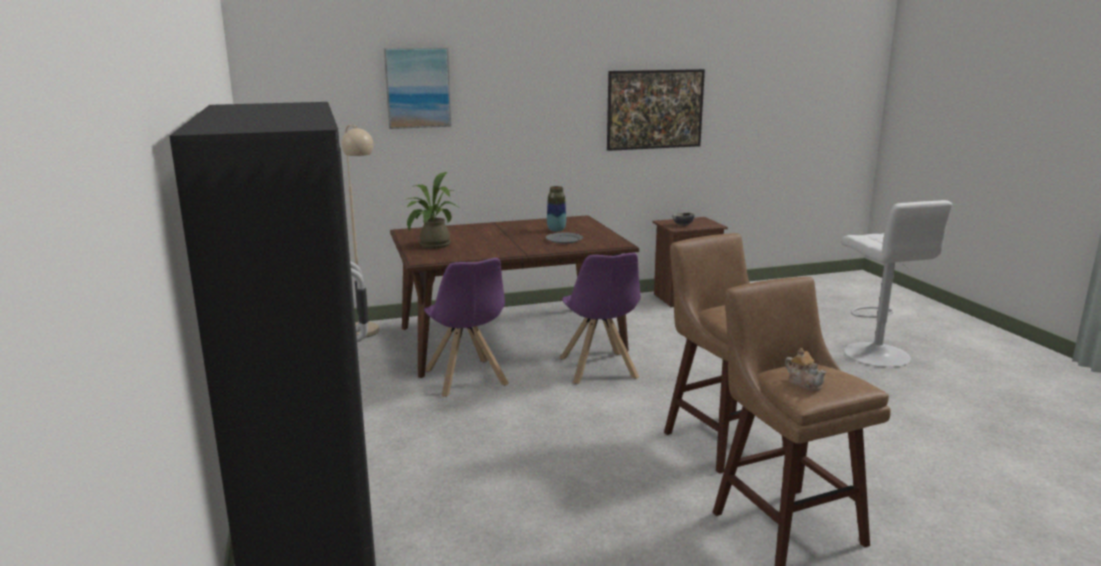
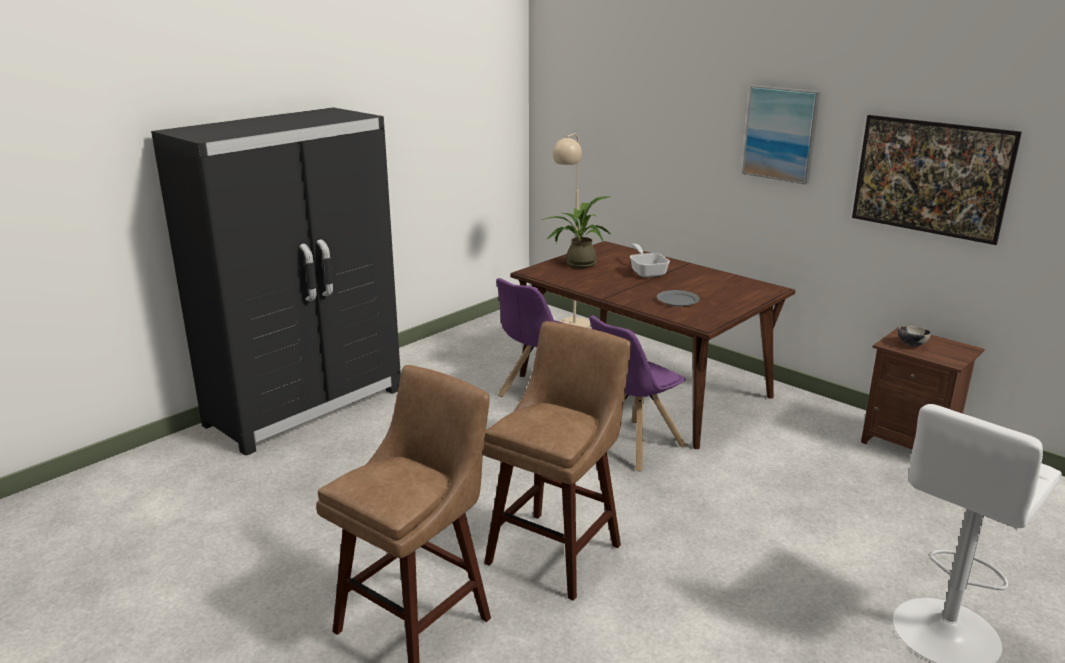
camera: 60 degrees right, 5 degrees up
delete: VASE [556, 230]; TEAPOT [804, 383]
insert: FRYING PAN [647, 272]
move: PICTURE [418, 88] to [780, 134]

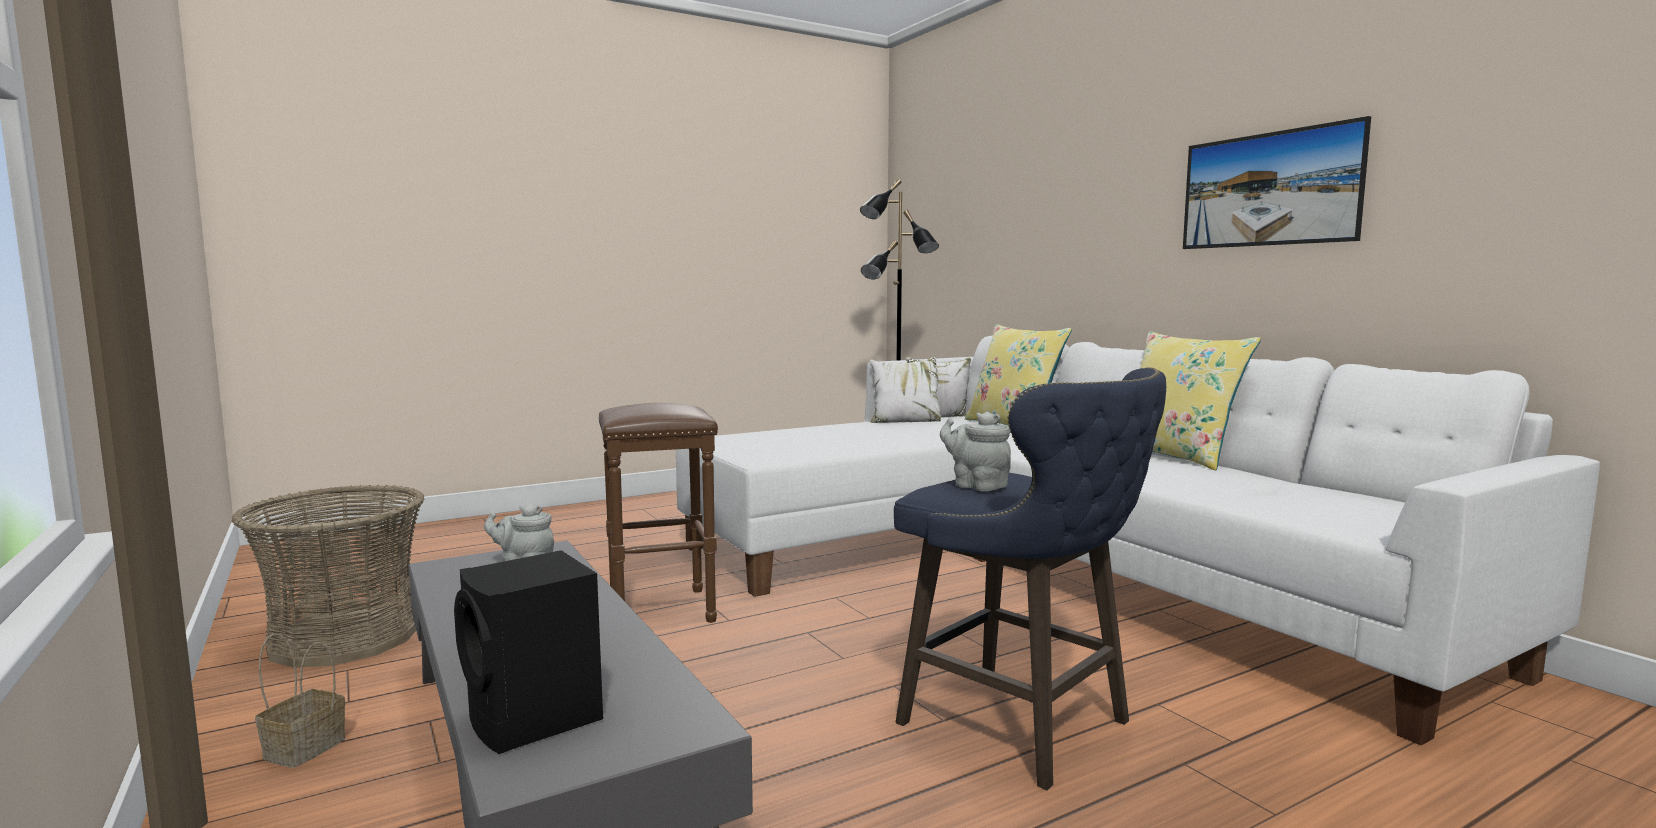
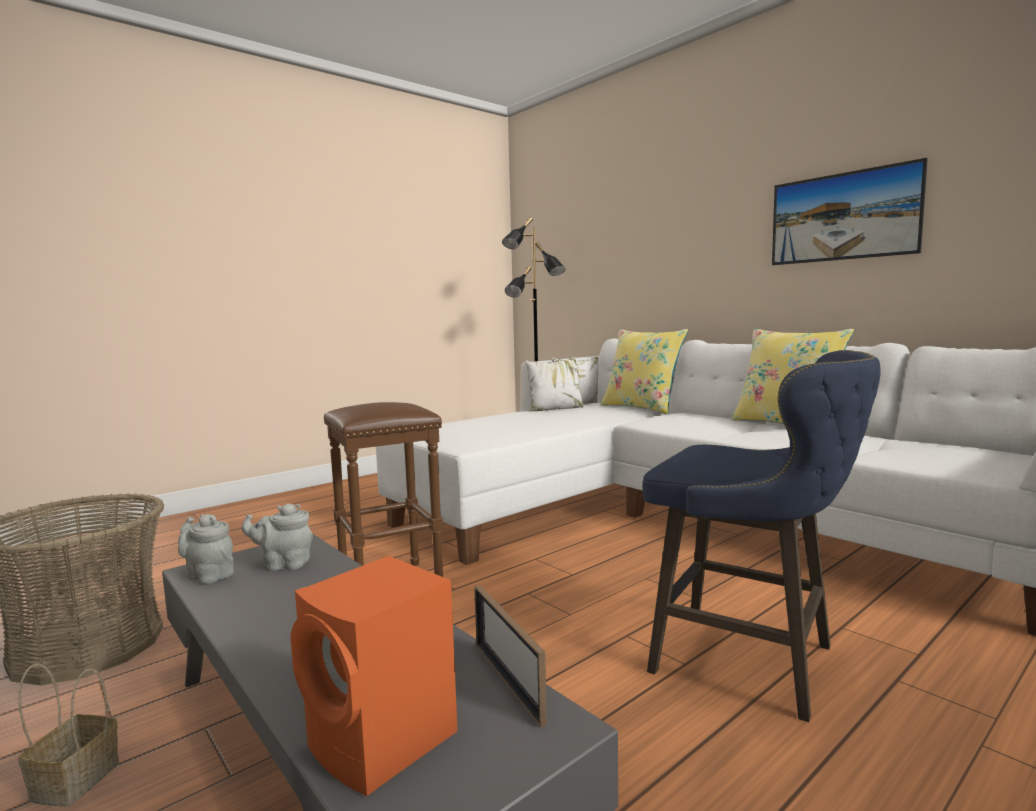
camera: 10 degrees left, 0 degrees up
insert: PICTURE FRAME [508, 681]
move: GREY TEAPOT [976, 485] to [209, 575]
recolor: BLACK SPEAKER [535, 721] to ORANGE SPEAKER [384, 743]

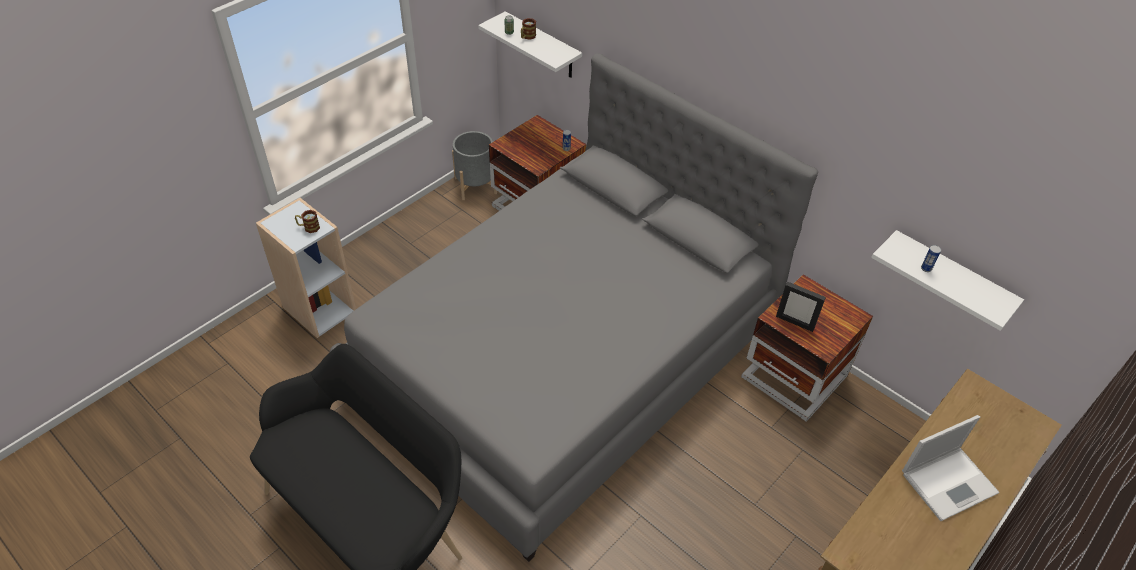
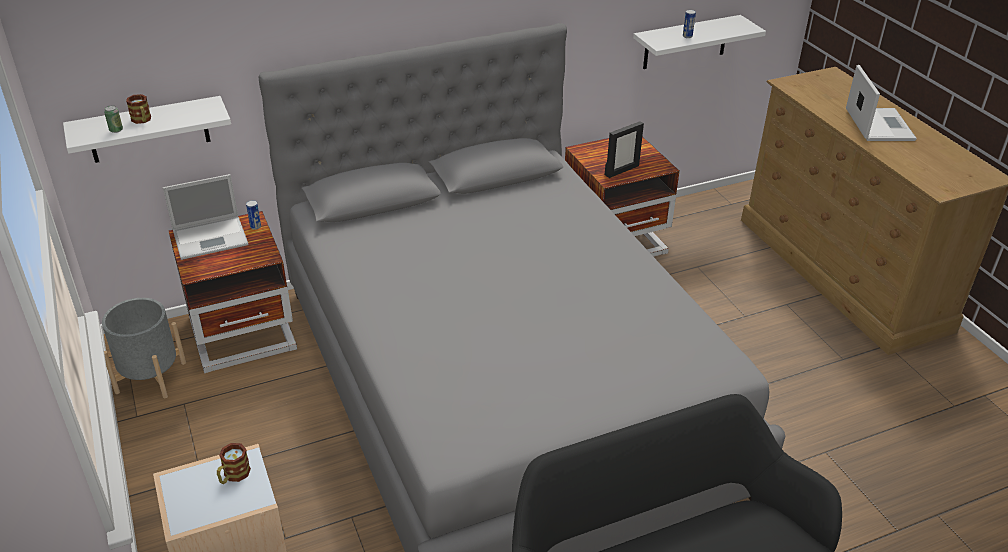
camera: 65 degrees left, 10 degrees down
insert: LAPTOP [212, 237]

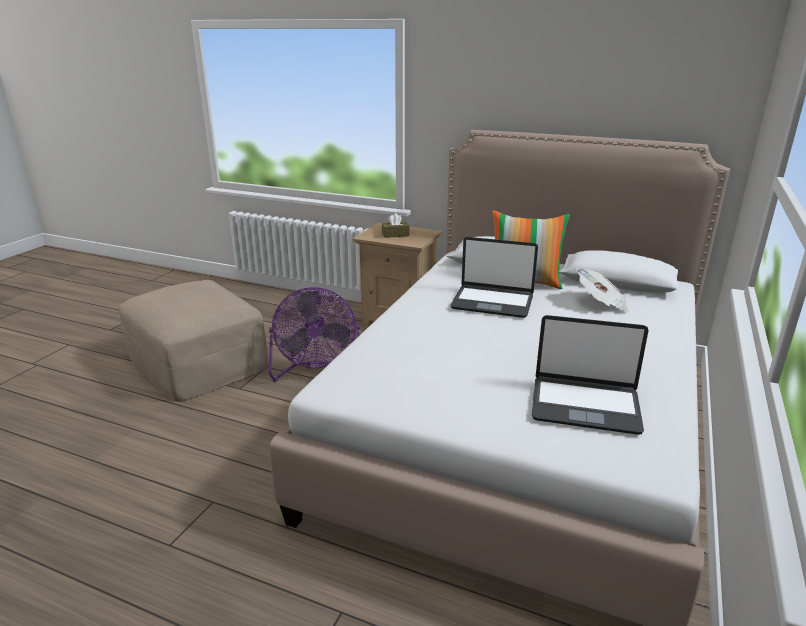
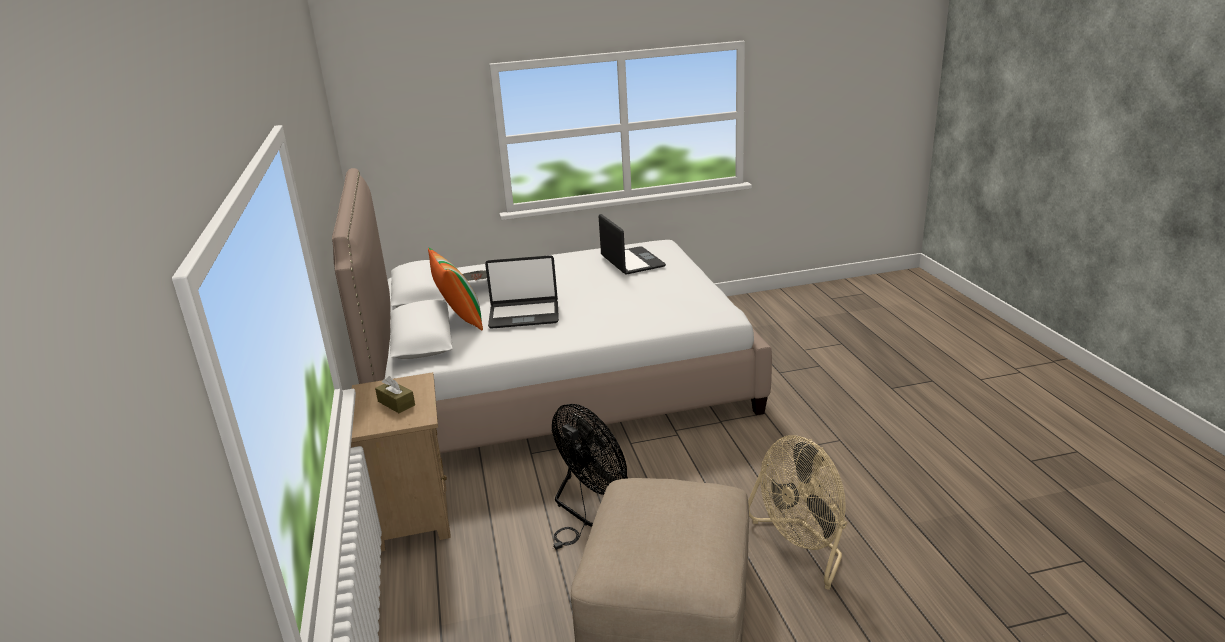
camera: 125 degrees left, 0 degrees up
insert: BEIGE FAN [804, 542]
recolor: PURPLE FAN [315, 370] to BLACK FAN [586, 509]
rotate: LAPTOP [492, 302] = [524, 315] 105 degrees clockwise

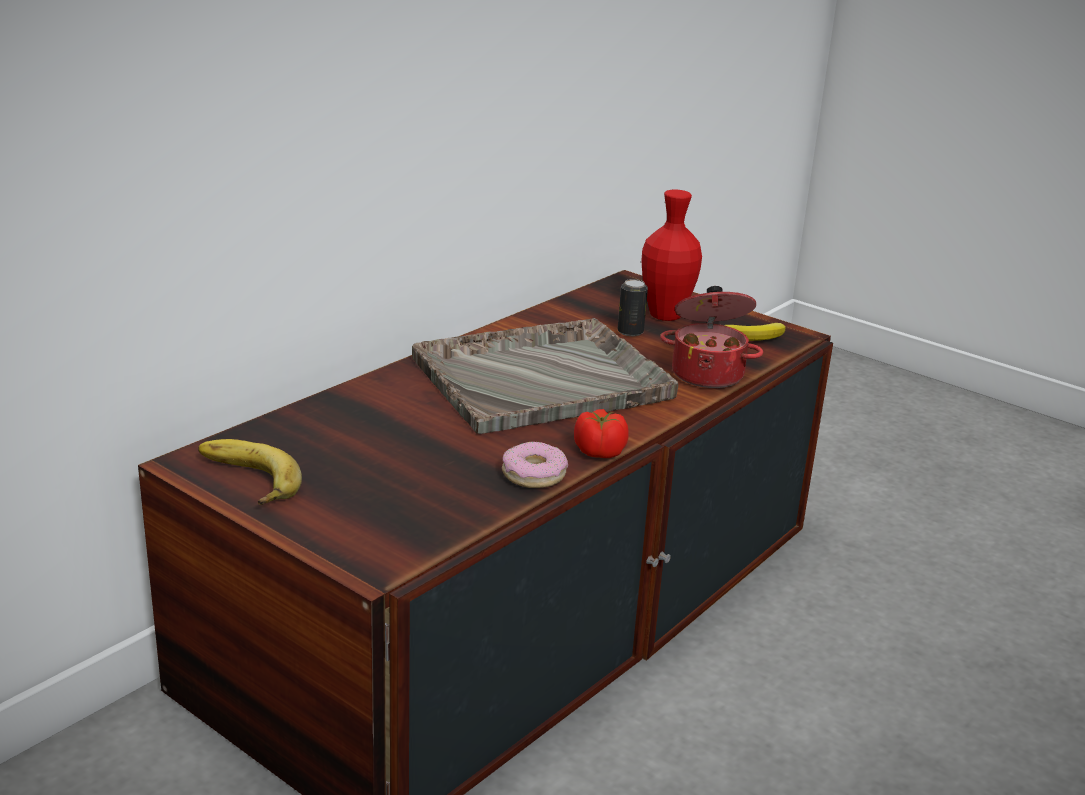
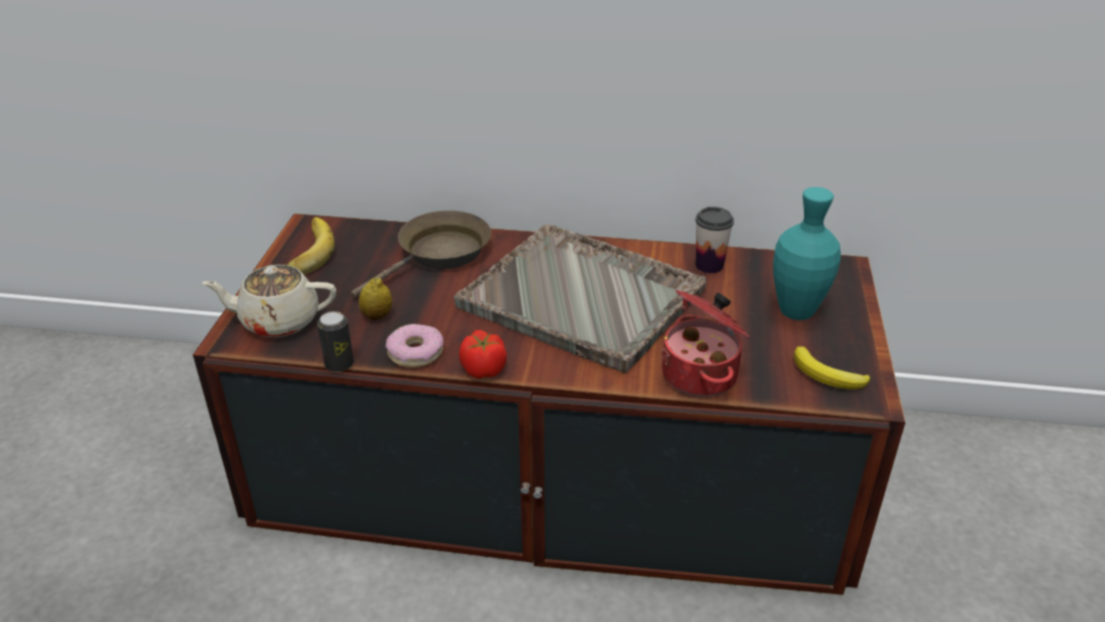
camera: 60 degrees right, 10 degrees up
insert: BEIGE TEAPOT [278, 321]; BROWN FRYING PAN [439, 255]; LEMON [377, 316]; CUP [709, 265]
move: CAN [630, 332] to [339, 364]
recolor: RED VASE [665, 316] to TURQUOISE VASE [796, 311]

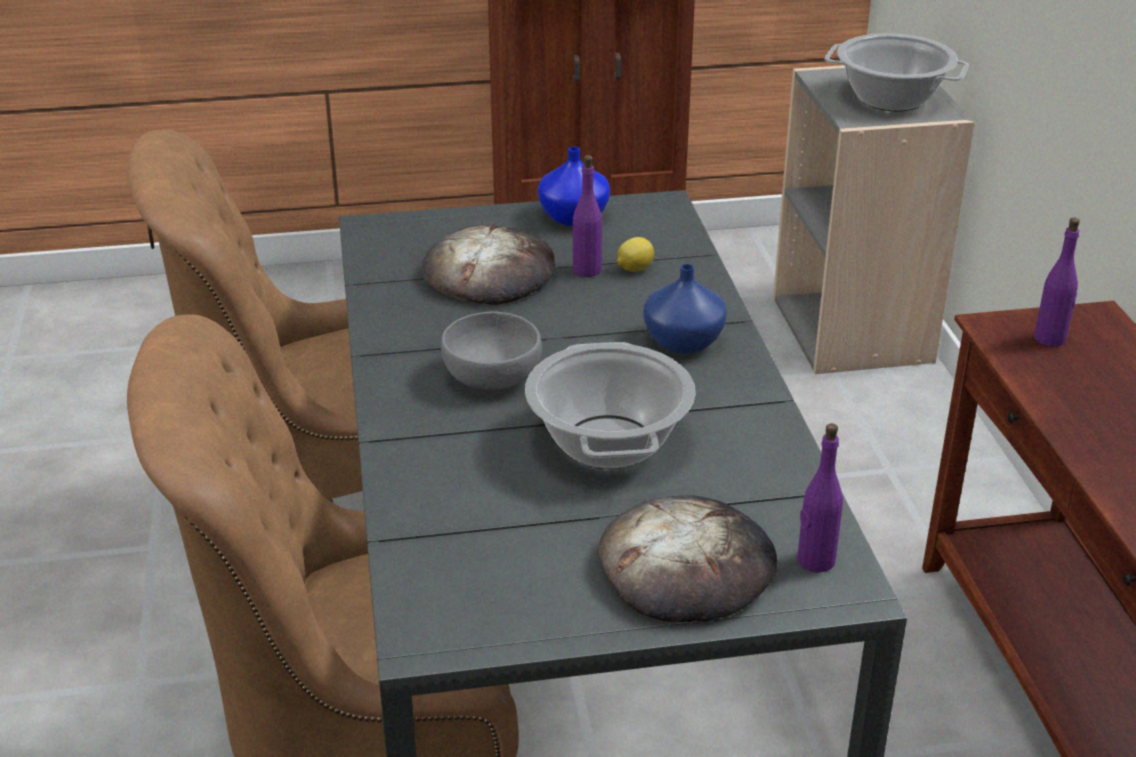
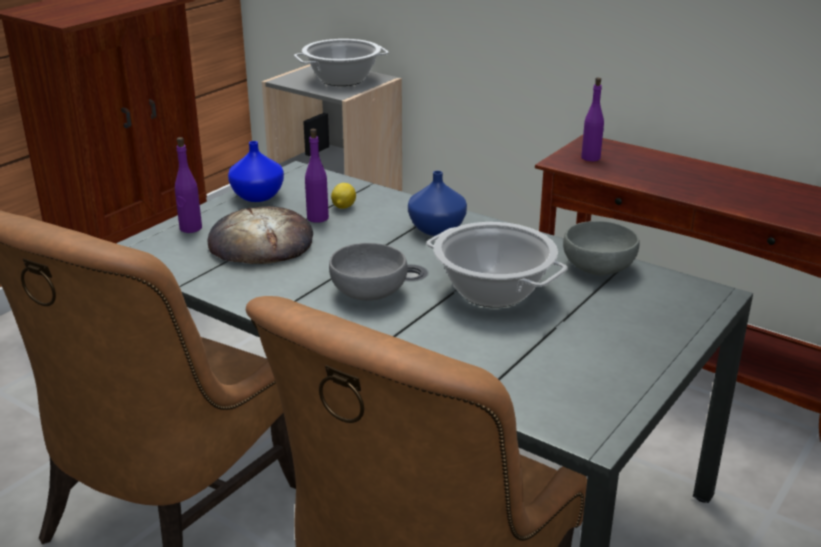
camera: 45 degrees left, 5 degrees down
delete: BREAD [686, 566]
insert: GREY BOWL [599, 266]
move: PURPLE BOTTLE [815, 560] to [190, 228]

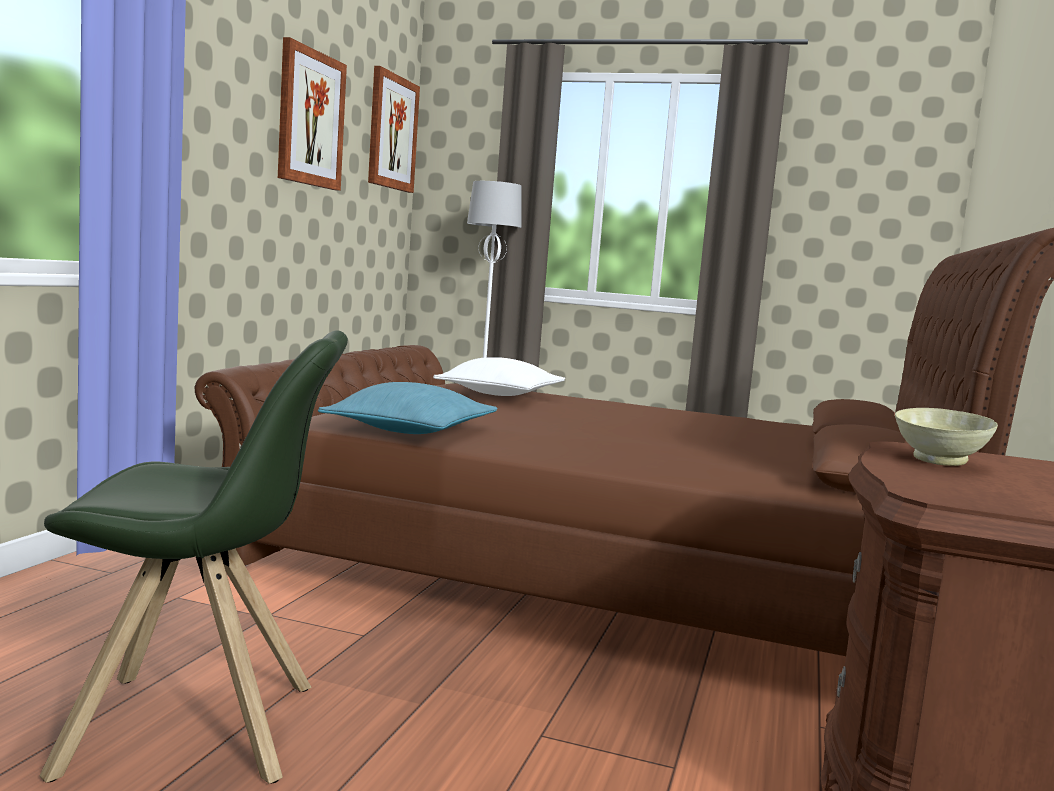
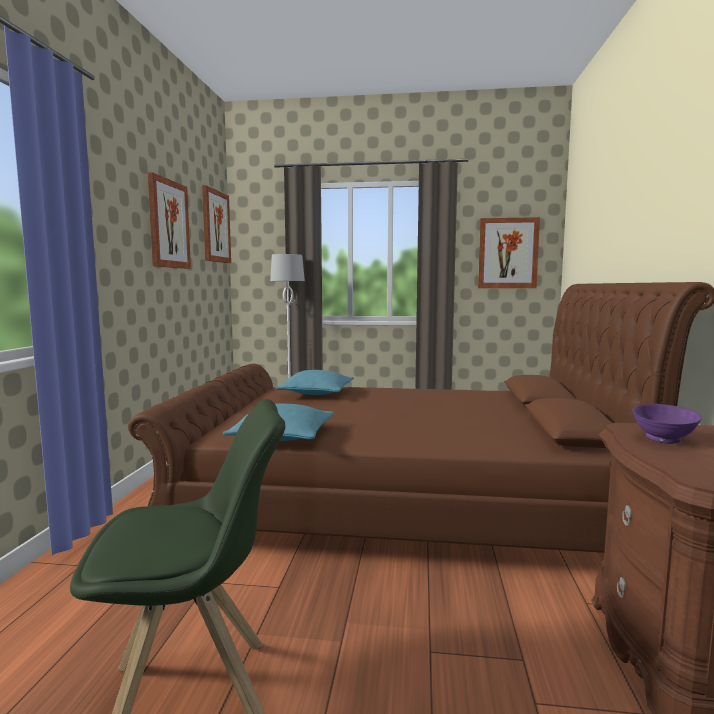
camera: 10 degrees left, 0 degrees up
insert: PICTURE [508, 253]
recolor: WHITE PILLOW [500, 394] to TURQUOISE PILLOW [316, 393]; BEIGE BOWL [937, 461] to PURPLE BOWL [662, 439]

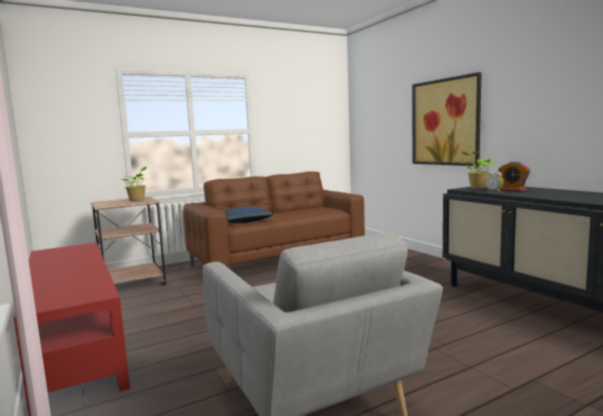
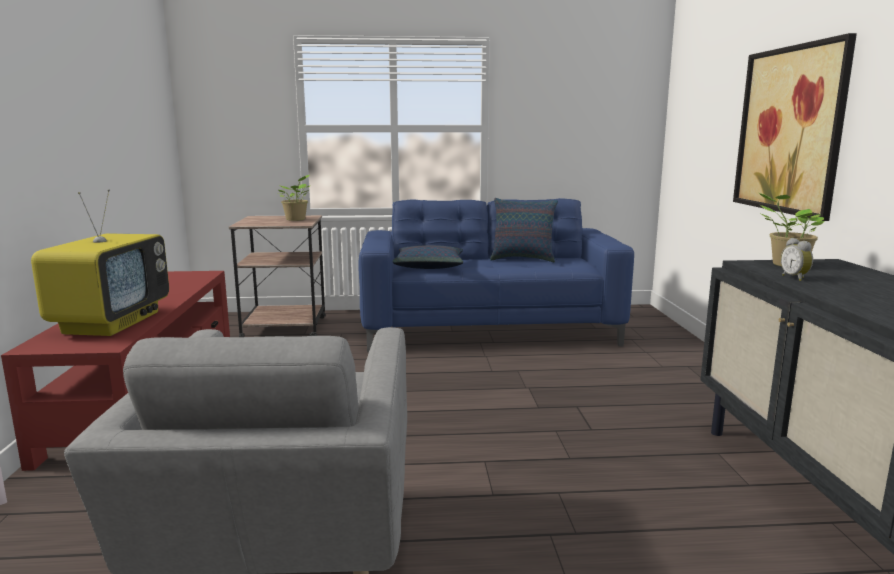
camera: 25 degrees right, 5 degrees up
delete: ALARM CLOCK [513, 190]
insert: TELEVISION [112, 322]; BLUE PILLOW [523, 259]
recolor: BROWN SOFA [278, 260] to BLUE SOFA [489, 330]

